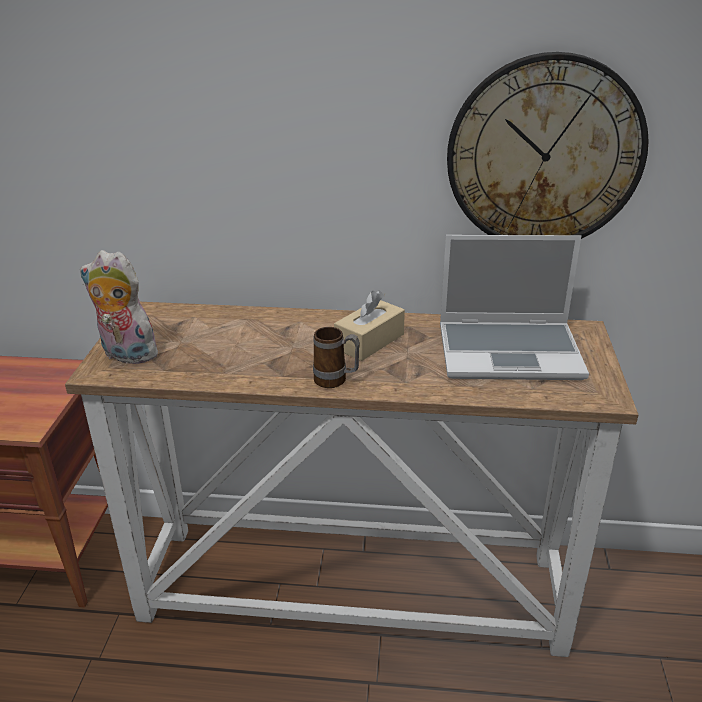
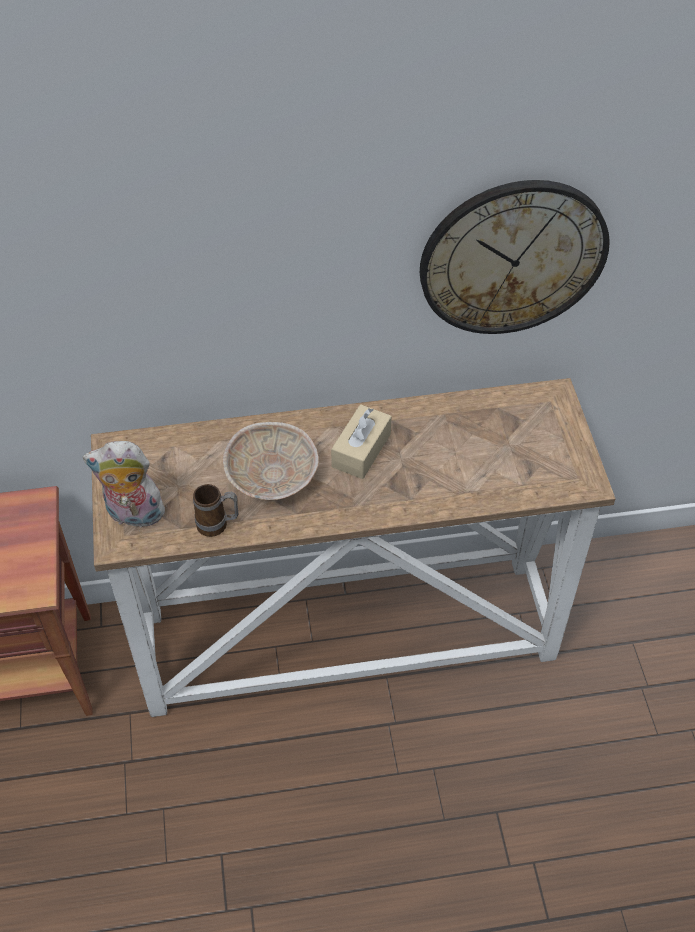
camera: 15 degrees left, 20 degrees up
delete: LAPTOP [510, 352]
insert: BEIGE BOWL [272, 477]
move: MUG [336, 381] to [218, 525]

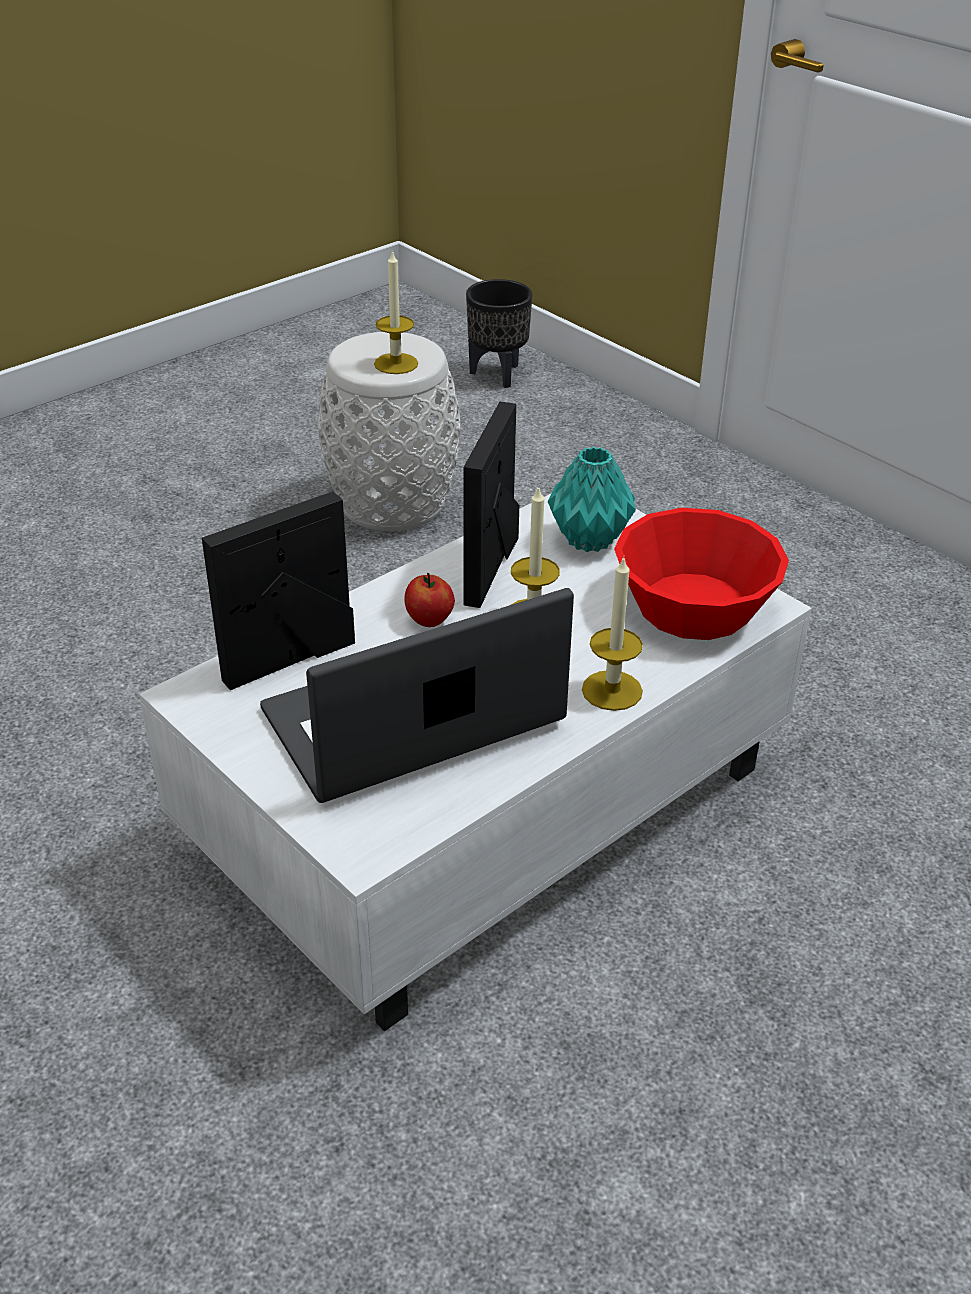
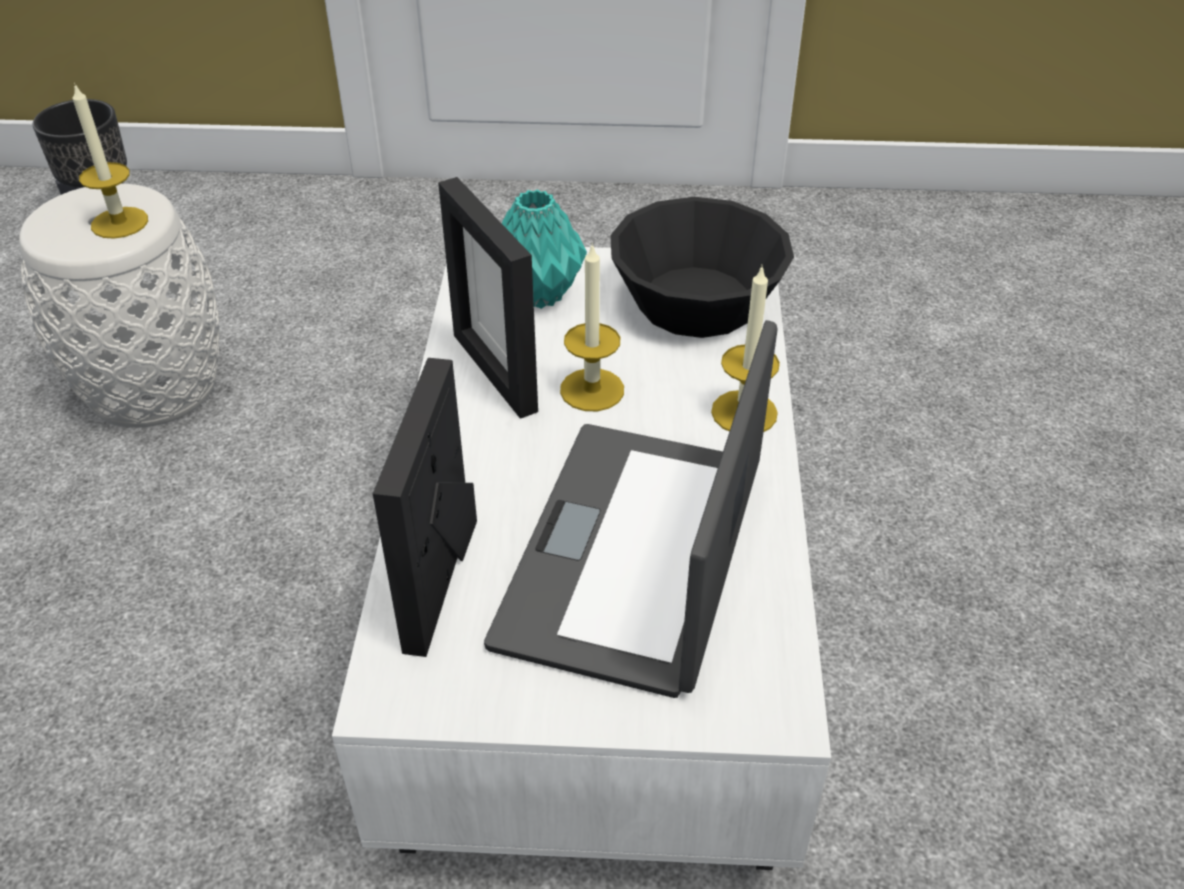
camera: 45 degrees left, 5 degrees up
delete: APPLE [429, 620]
recolor: RED BOWL [694, 605] to BLACK BOWL [696, 300]

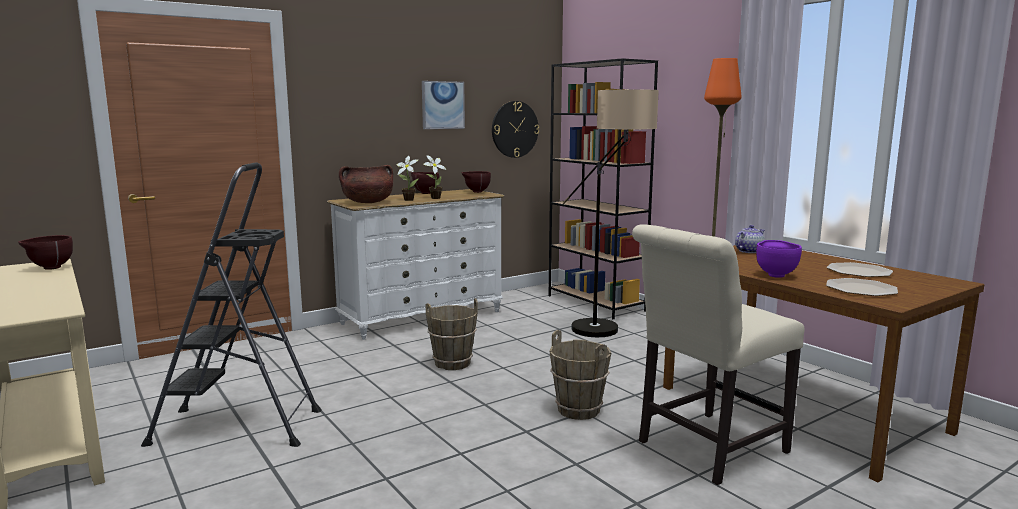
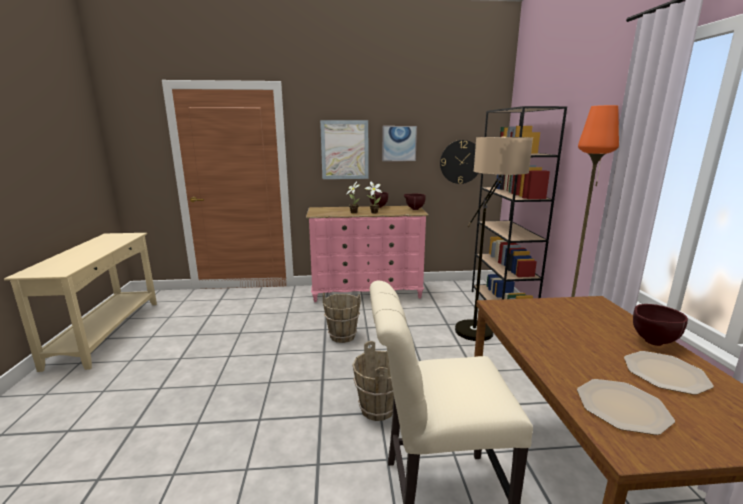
camera: 30 degrees right, 5 degrees up
delete: STEP LADDER [238, 427]; BROWN COOKING POT [368, 202]; TEAPOT [748, 251]; PURPLE BOWL [775, 275]
insert: PICTURE [344, 150]
move: BROWN BOWL [49, 268] to [651, 342]
recolor: WHITE DRESSER [422, 318] to PINK DRESSER [367, 292]

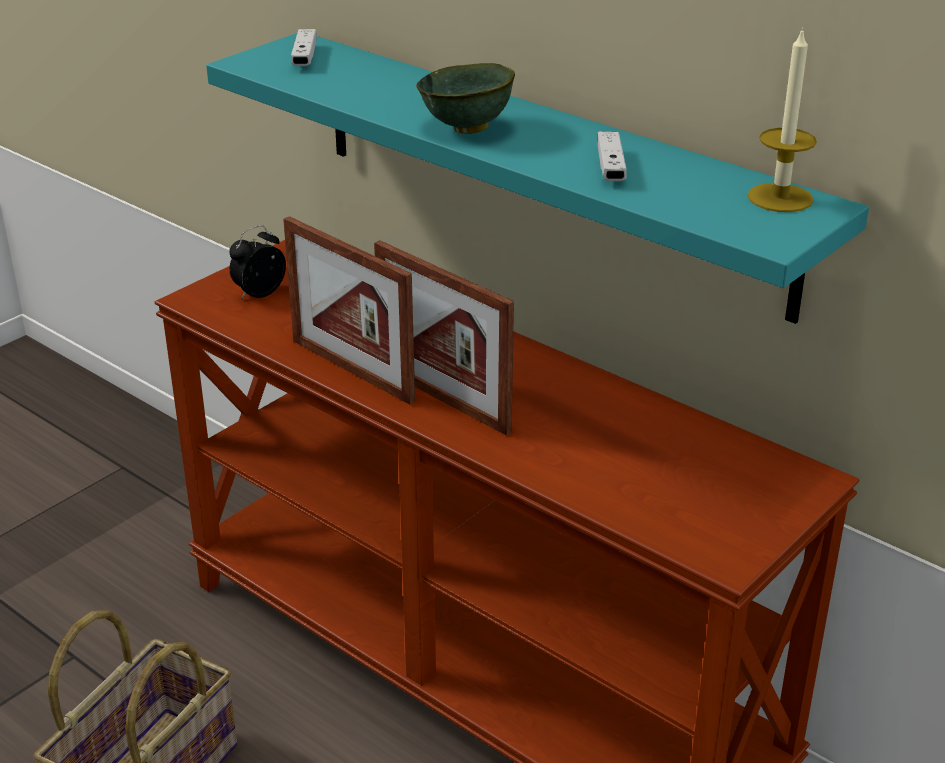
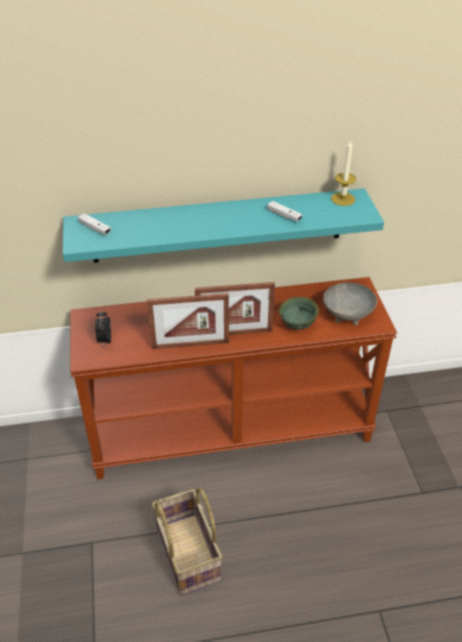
camera: 50 degrees left, 10 degrees up
insert: GREY BOWL [348, 315]
move: GREEN BOWL [467, 129] to [298, 326]

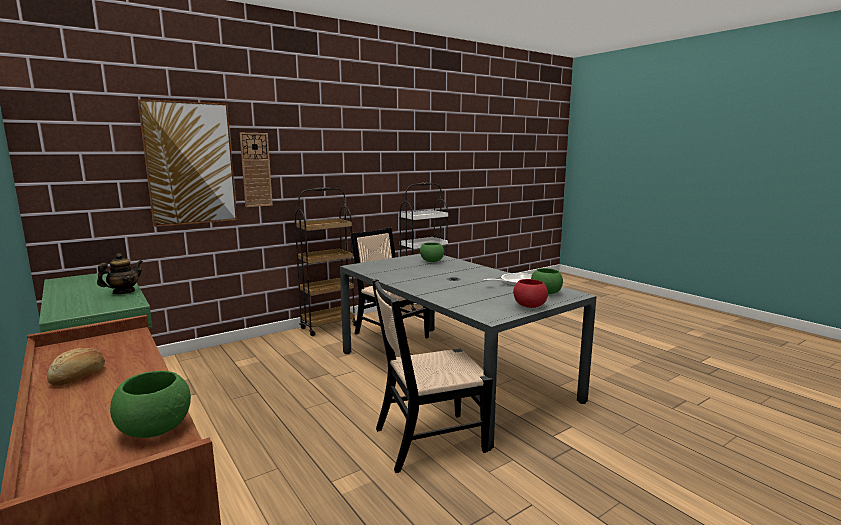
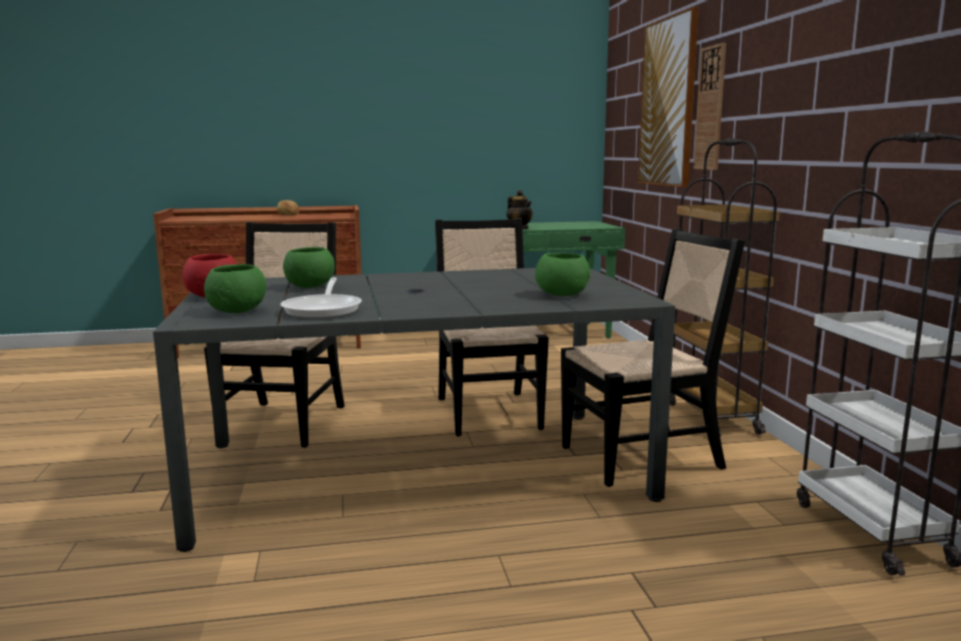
camera: 115 degrees right, 0 degrees up
insert: CHAIR [489, 413]
move: GREEN BOWL [155, 429] to [310, 287]

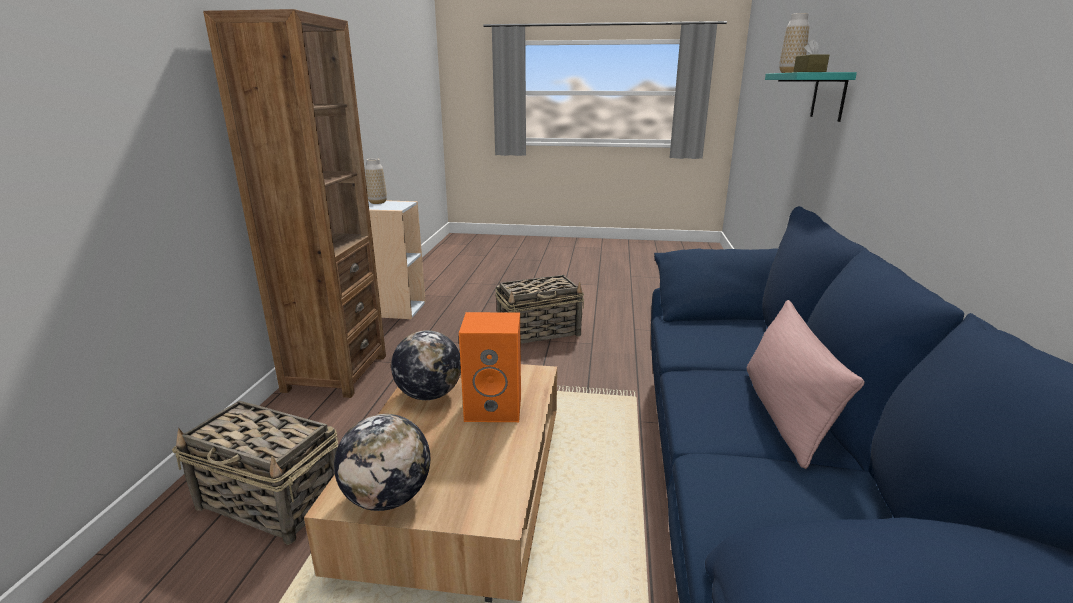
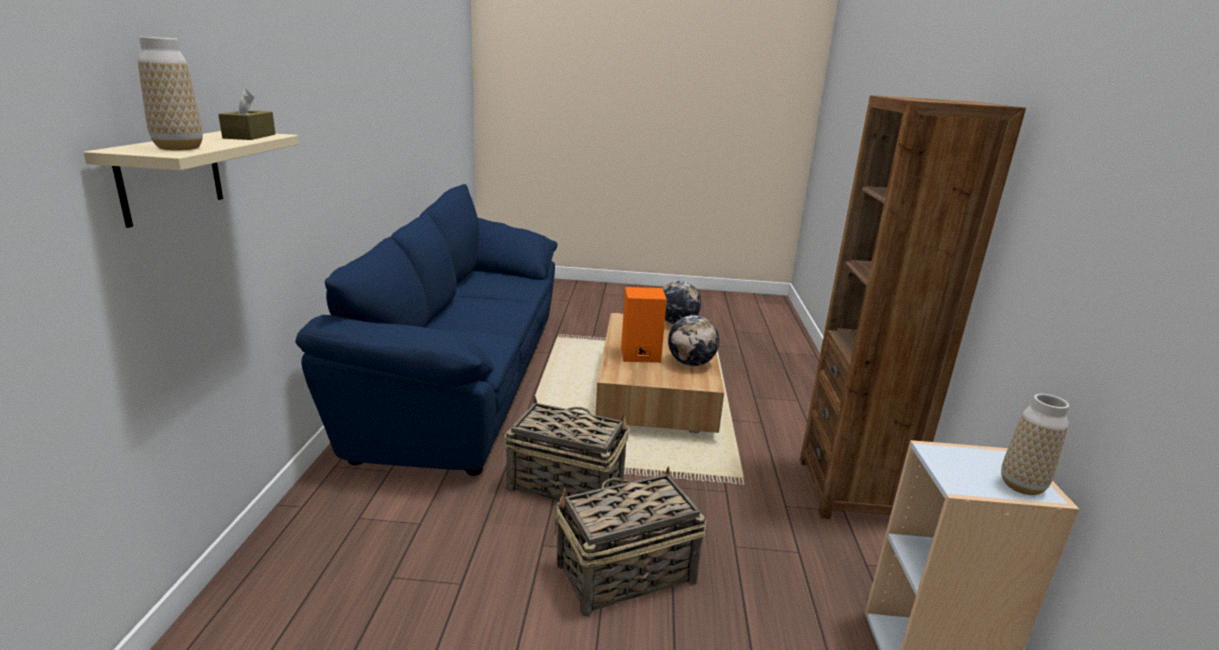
camera: 175 degrees right, 0 degrees up
delete: PINK PILLOW [784, 413]
move: BASKET [272, 501] to [564, 484]
recolor: TURQUOISE SHELF [829, 96] to BEIGE SHELF [171, 176]

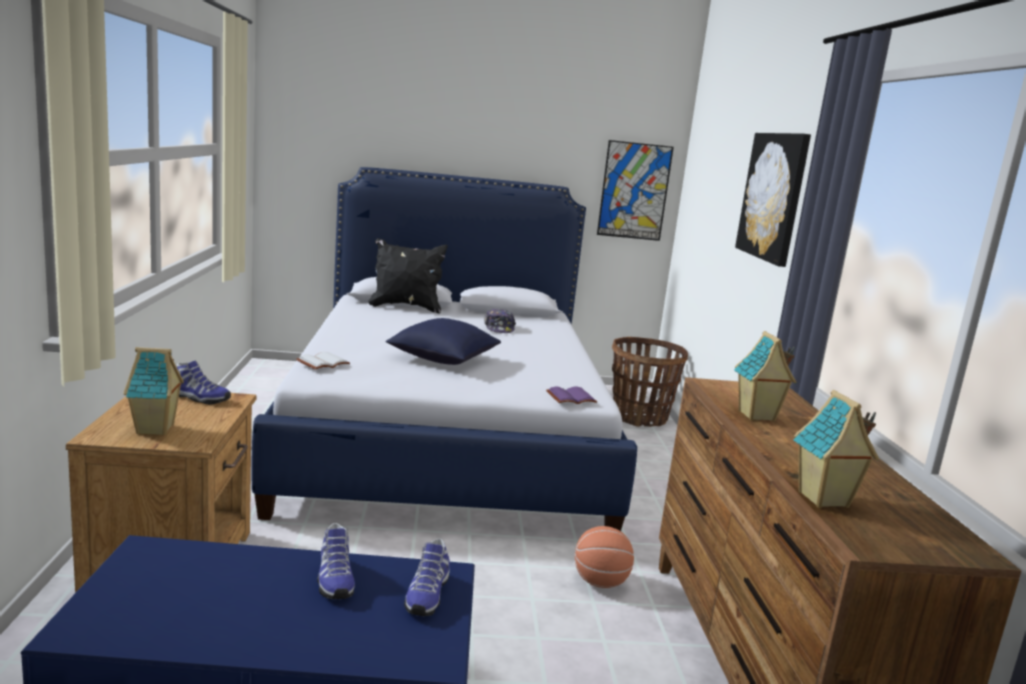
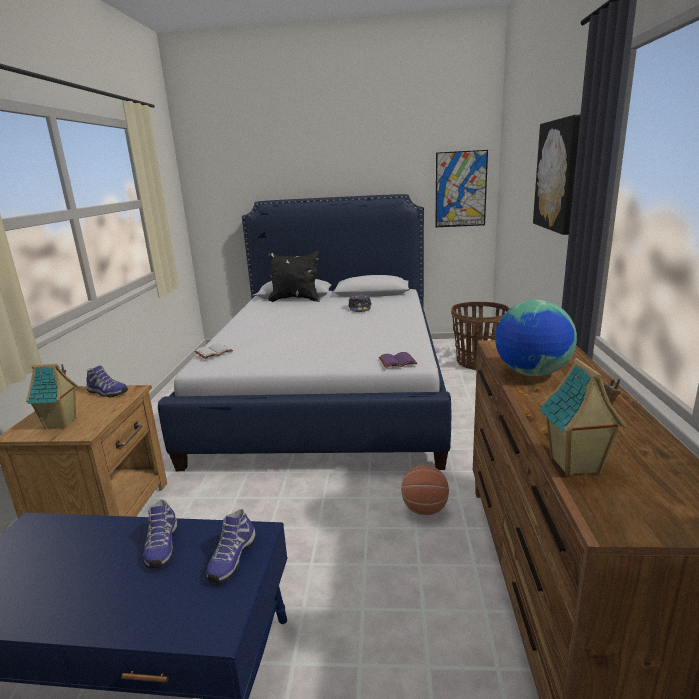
camera: 10 degrees right, 5 degrees up
delete: BLUE PILLOW [443, 359]
replace: TOY HOUSE [756, 416] to GLOBE [531, 373]

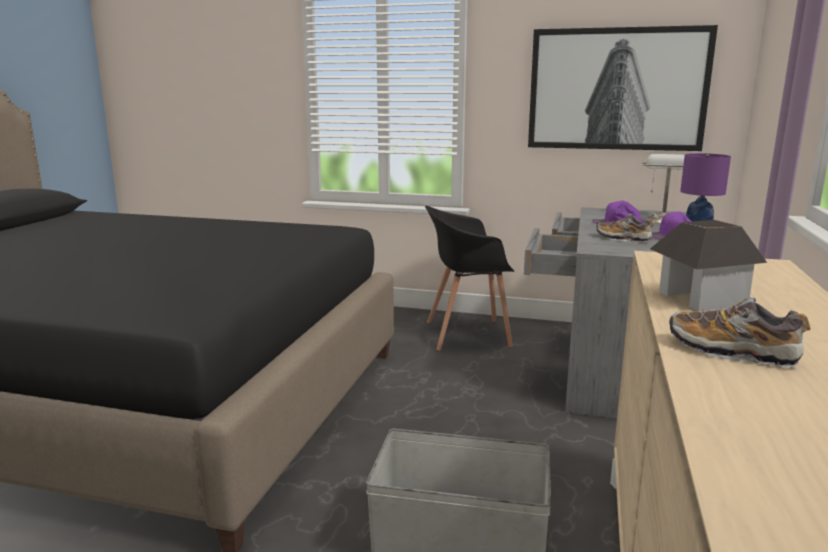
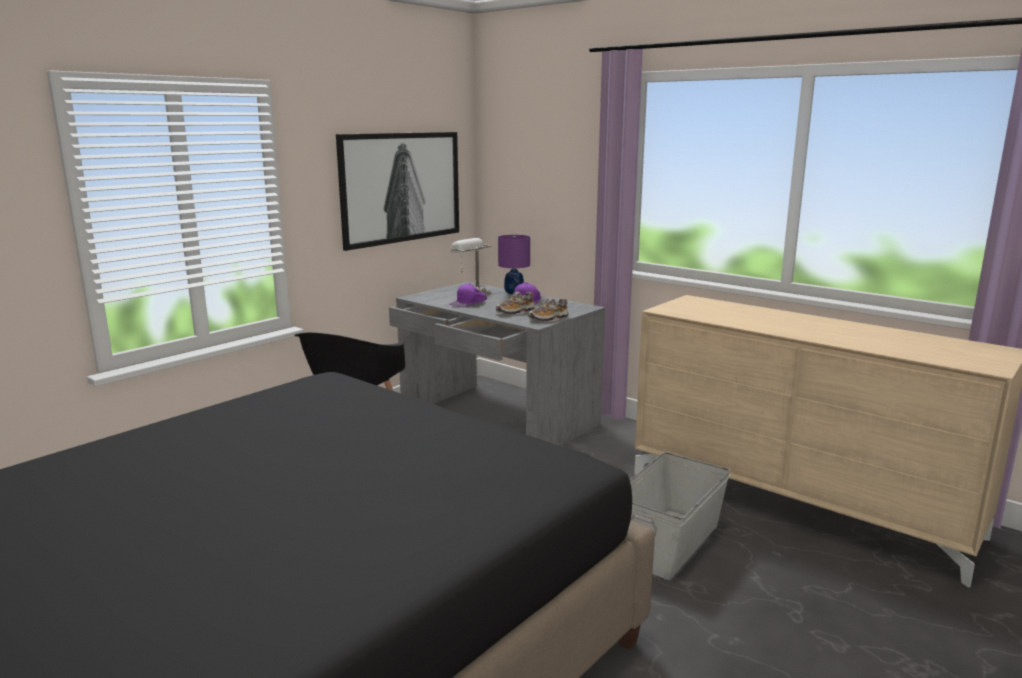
camera: 65 degrees left, 0 degrees up
delete: TOY HOUSE [700, 298]
move: SHOE [731, 352] to [548, 319]

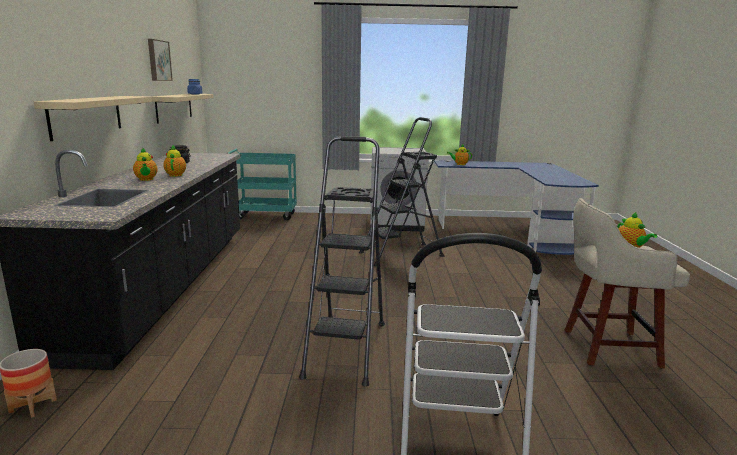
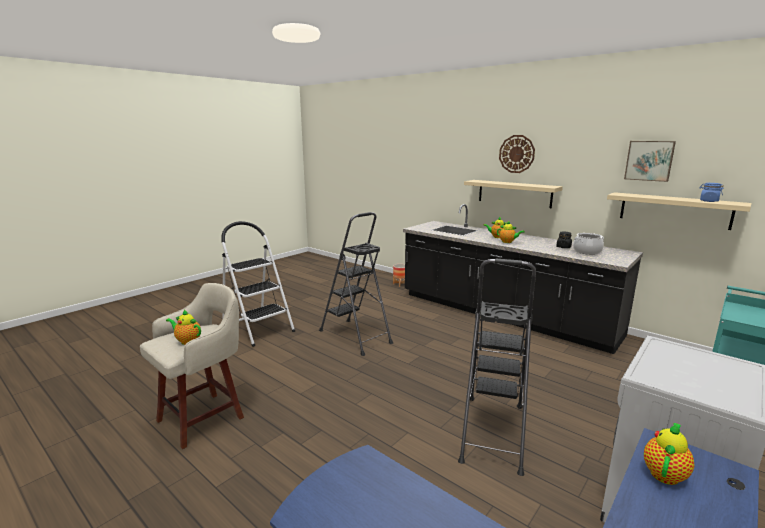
camera: 130 degrees right, 0 degrees up
insert: WALL CLOCK [516, 154]; COOKING POT [587, 252]

